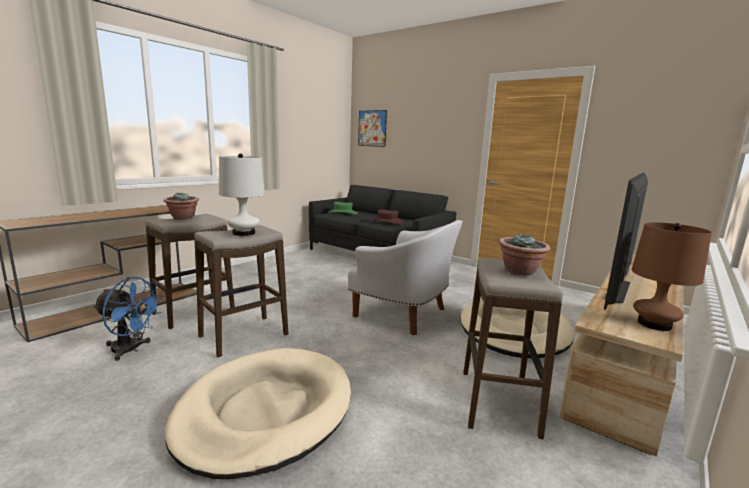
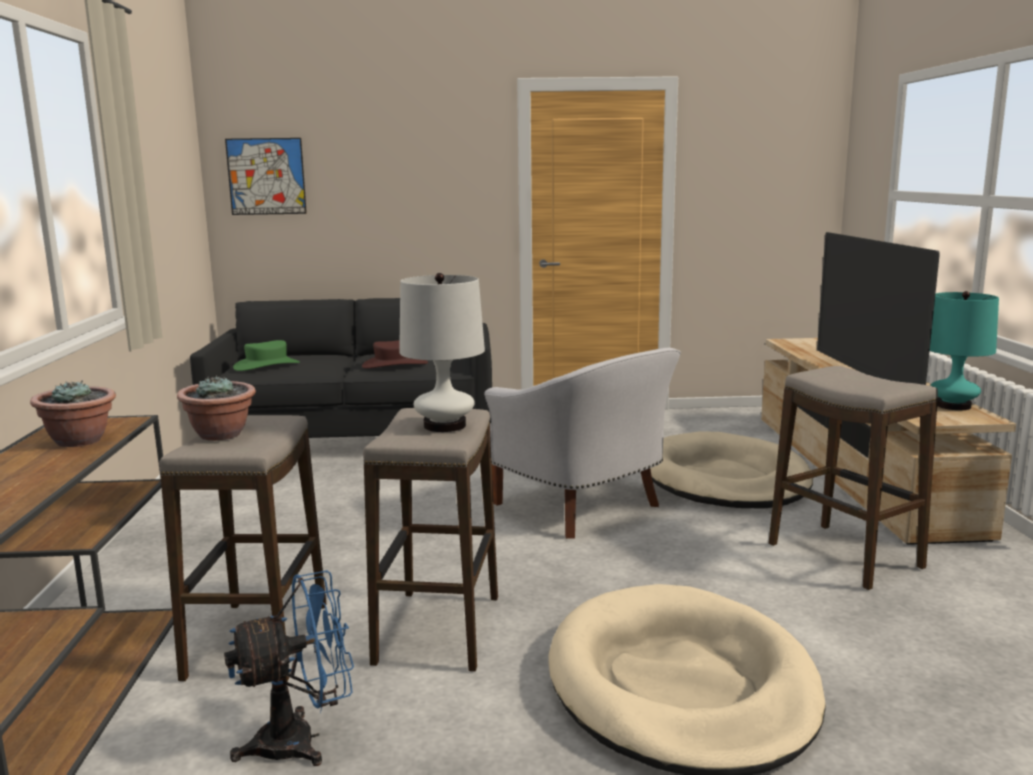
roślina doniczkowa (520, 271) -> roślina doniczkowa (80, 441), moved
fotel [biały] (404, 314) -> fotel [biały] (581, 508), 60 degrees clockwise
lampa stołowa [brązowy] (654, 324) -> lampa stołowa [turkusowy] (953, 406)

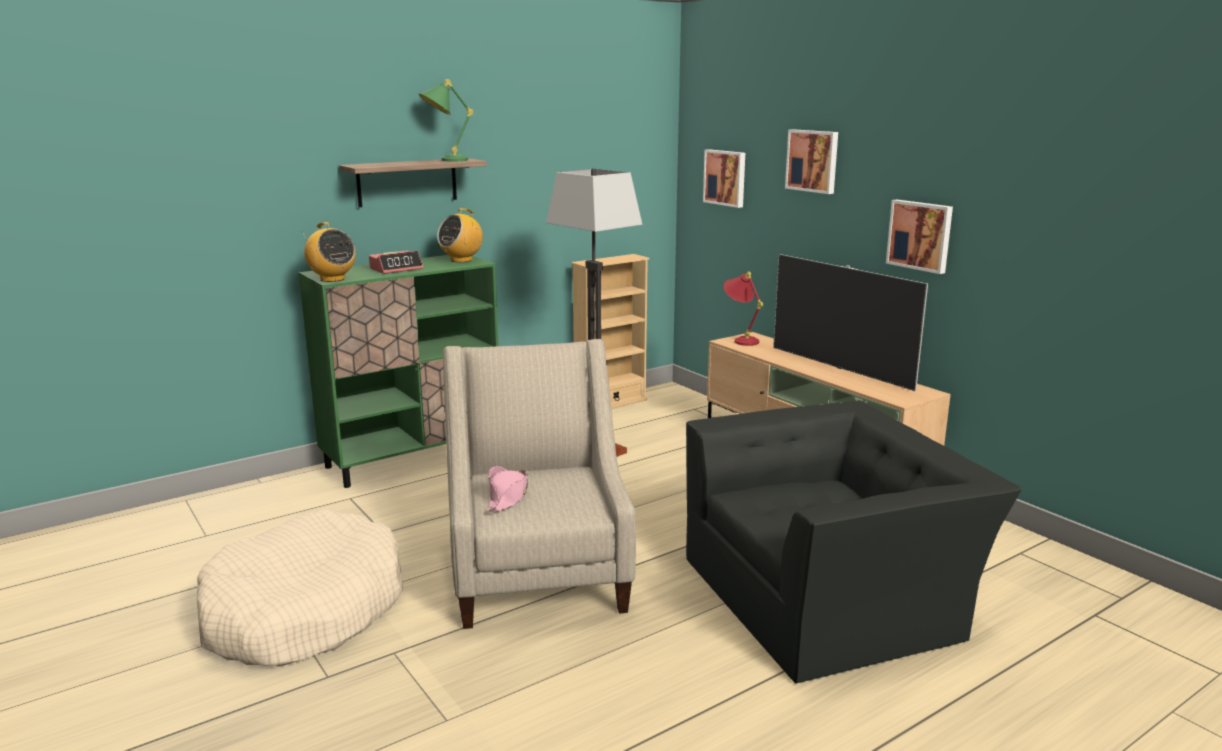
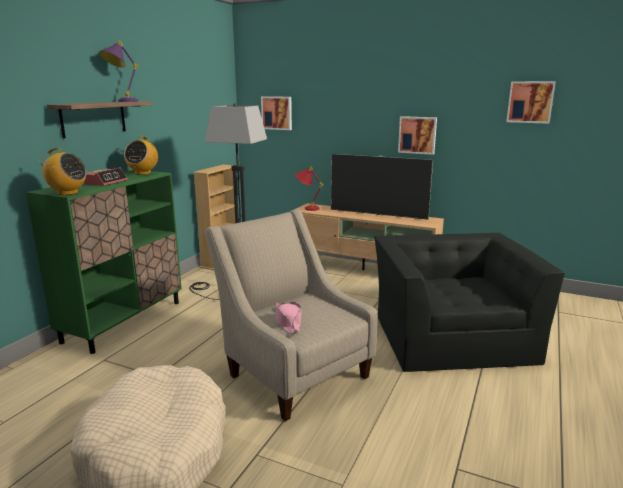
lampa stołowa [zielony] (444, 160) -> lampa stołowa [fioletowy] (121, 101)
fotel [czarny] (828, 595) -> fotel [czarny] (450, 335), 45 degrees counterclockwise
obraz (813, 161) -> obraz (530, 102), moved

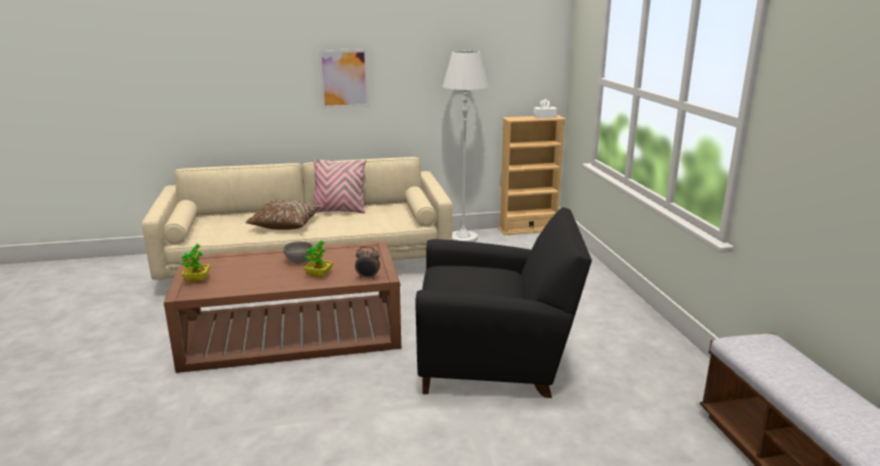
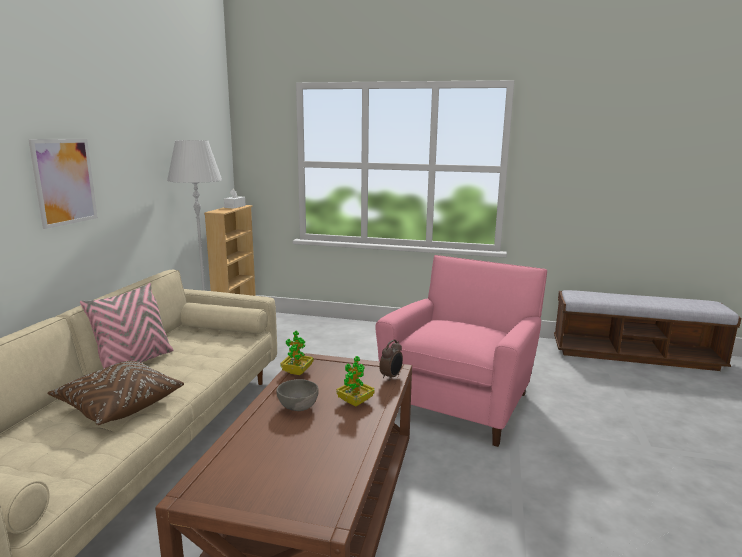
roślina doniczkowa (197, 279) -> roślina doniczkowa (297, 372), moved
fotel [czarny] (495, 361) -> fotel [różowy] (461, 399)

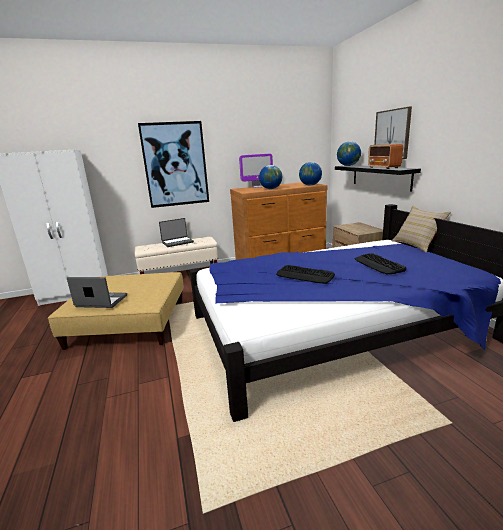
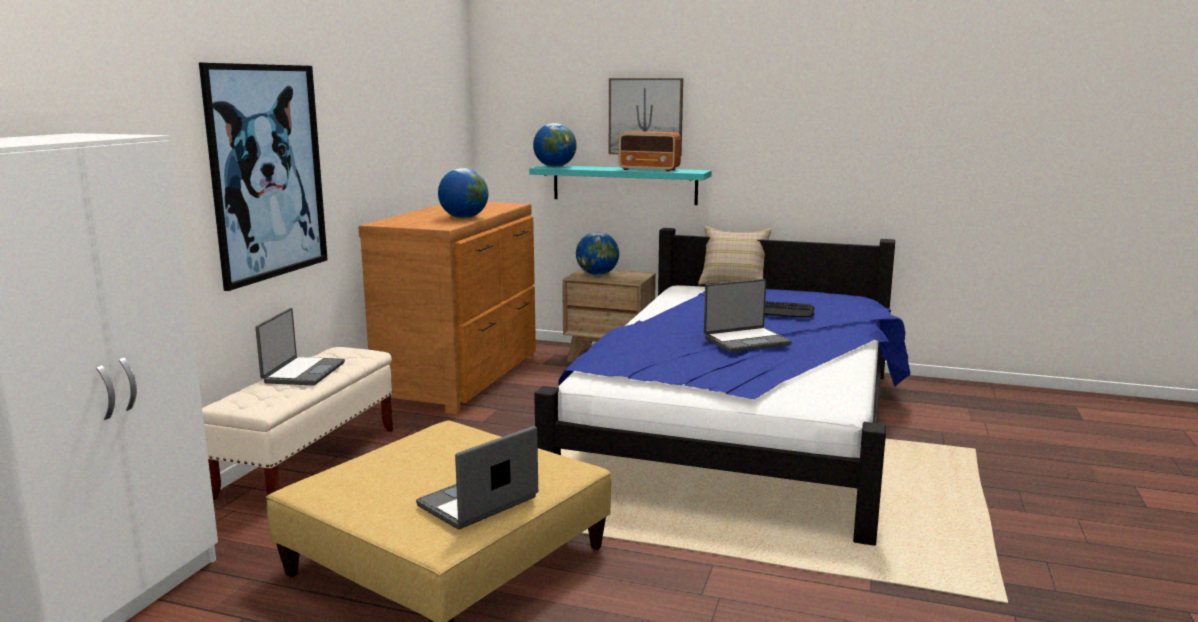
półka [czarny] (380, 176) -> półka [turkusowy] (624, 184)
globus (310, 185) -> globus (597, 274), moved
klawiatura (305, 275) -> laptop (746, 341)
monitor (257, 187) -> none

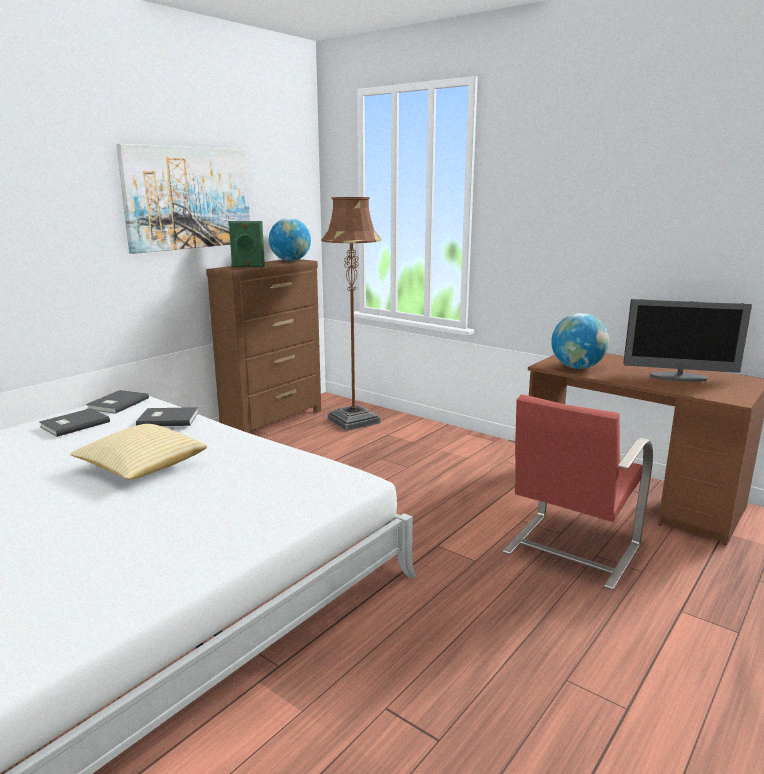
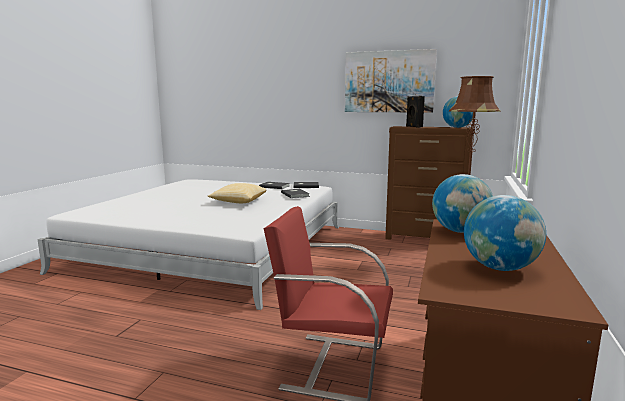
głośnik [zielony] (248, 267) -> głośnik [czarny] (413, 127)
monitor (678, 377) -> globus (500, 268)

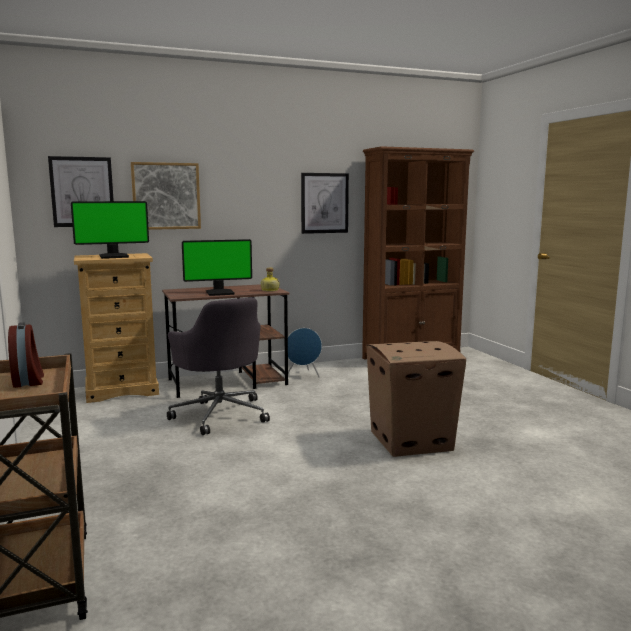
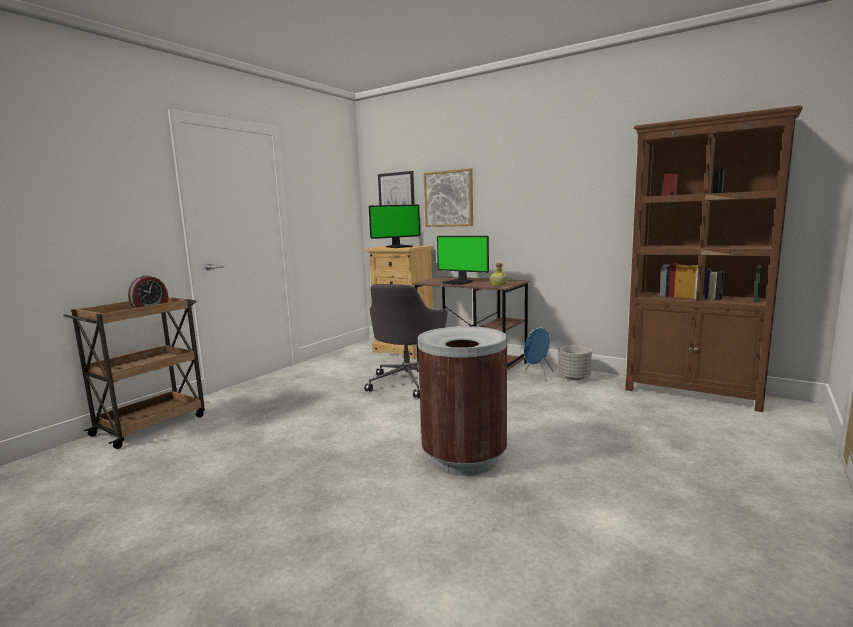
monitor (114, 256) -> monitor (399, 247), 60 degrees counterclockwise
karton (412, 441) -> kosz na śmieci [brązowy] (464, 458)
none -> donica [szary] (574, 378)
obraz (324, 203) -> none

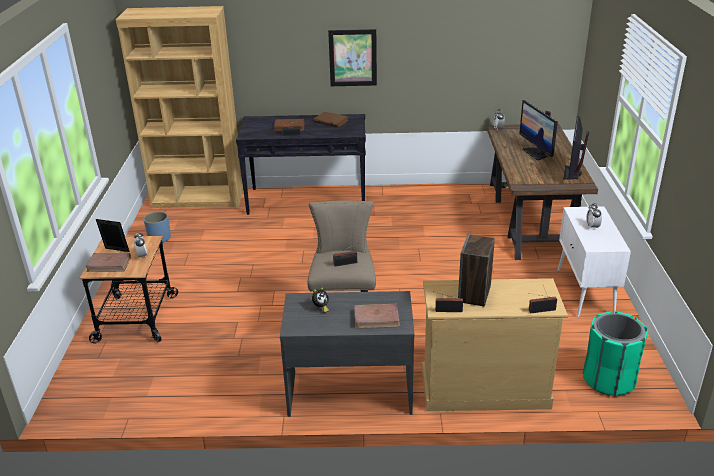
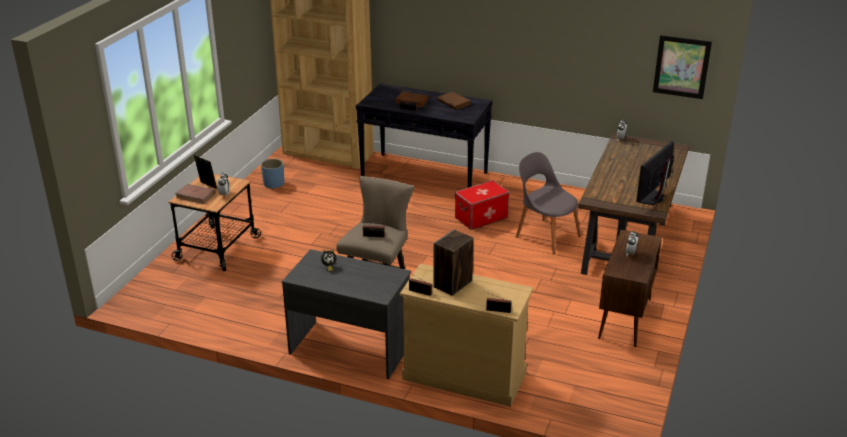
none -> pojemnik do przechowywania (481, 218)
none -> krzesło [szary] (546, 235)
szafka [biały] (585, 293) -> szafka [brązowy] (624, 319)
obraz (353, 58) -> obraz (681, 67), moved
książka [brązowy] (376, 318) -> none
monitor (536, 153) -> none
kosz na śmieci [zielony] (609, 379) -> none

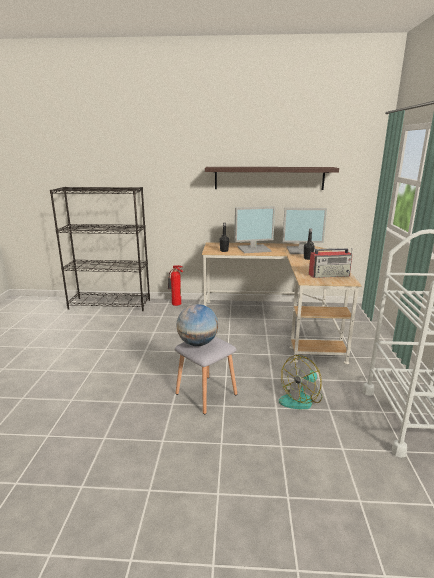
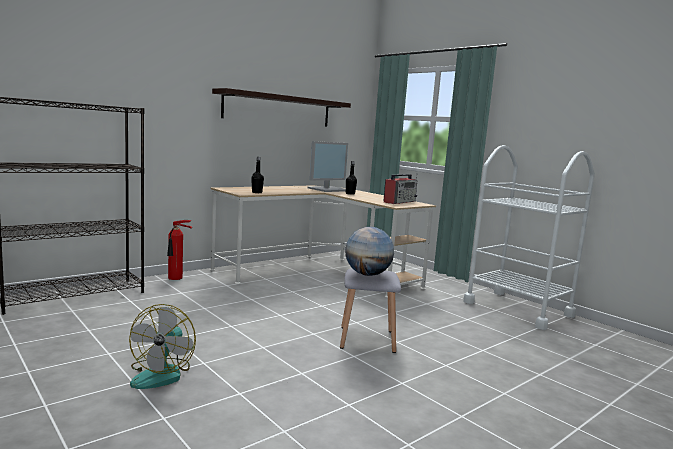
wentylator (301, 399) -> wentylator (162, 374), moved
monitor (254, 249) -> none

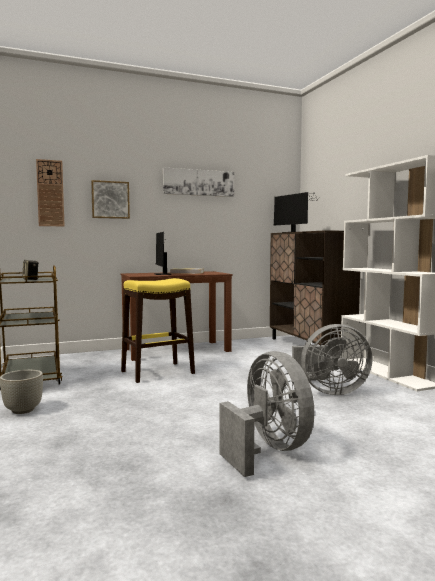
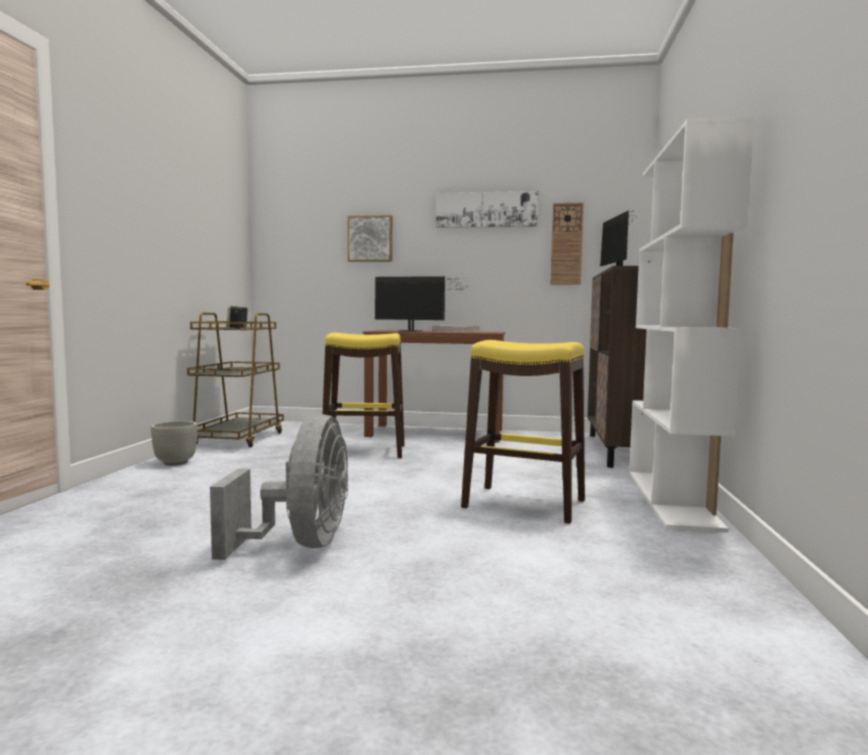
monitor (162, 274) -> monitor (413, 331), 90 degrees counterclockwise
wentylator [szary] (329, 391) -> stołek [żółty] (525, 504)
zegar ścienny (50, 193) -> zegar ścienny (566, 244), moved

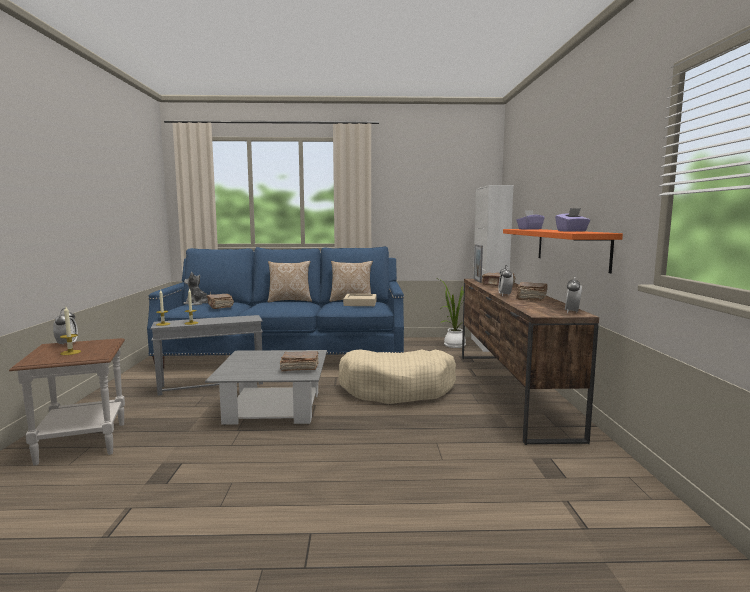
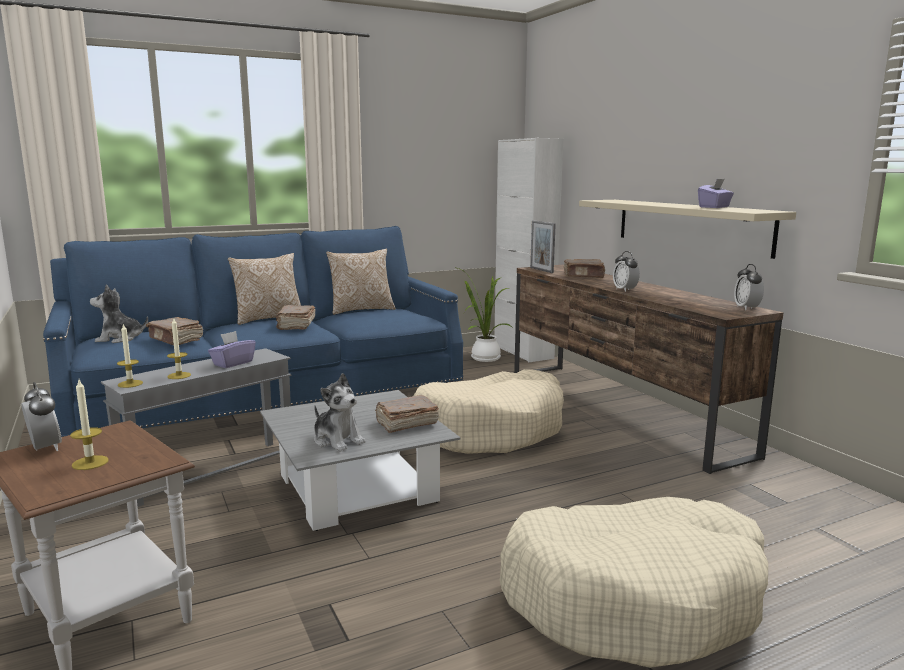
pudełko chusteczek [fioletowy] (529, 229) -> pudełko chusteczek [fioletowy] (233, 363), moved
książka [brązowy] (531, 298) -> książka [brązowy] (296, 325), moved
none -> pluszak (337, 440)
none -> legowisko [beżowy] (633, 599)
półka [pomarańczowy] (570, 247) -> półka [beżowy] (690, 225)
taca [beżowy] (360, 303) -> none

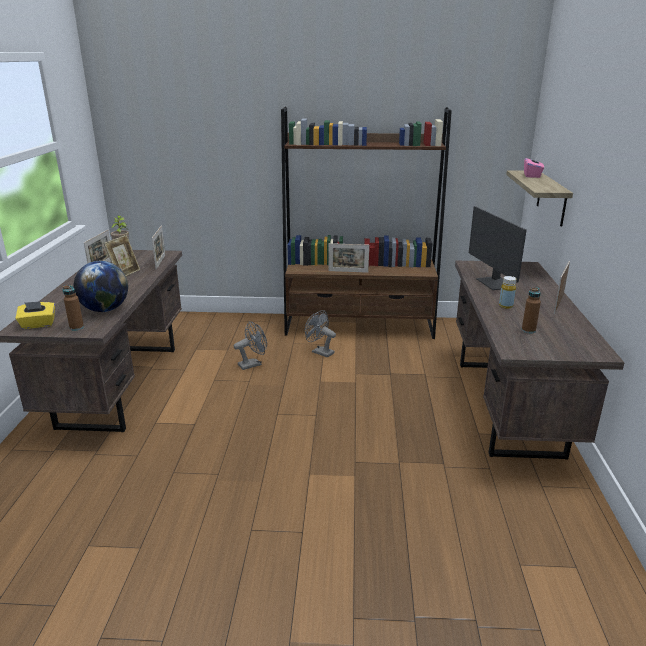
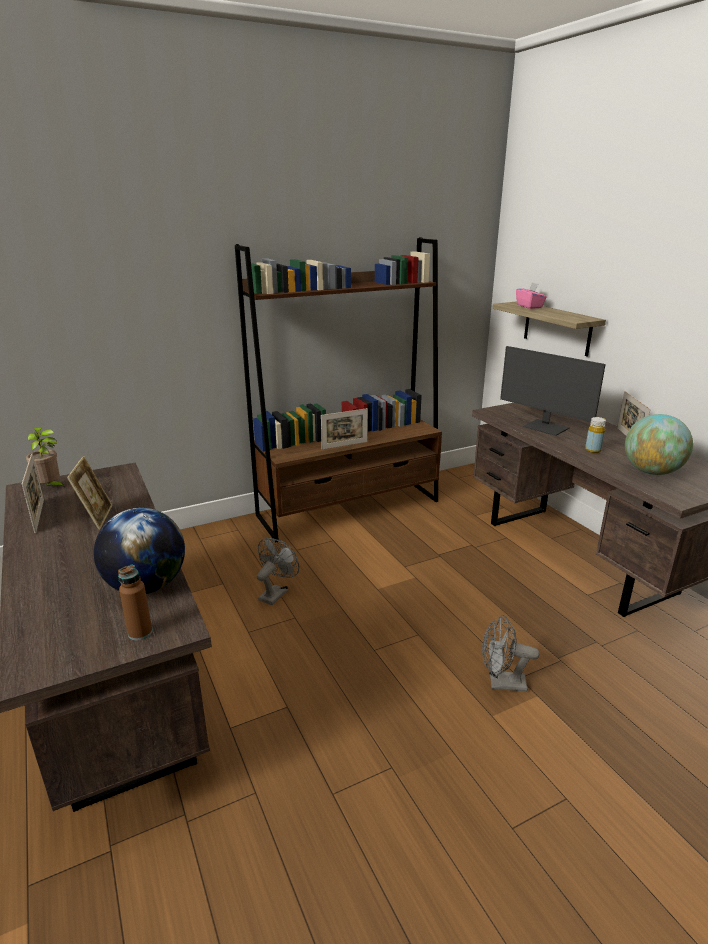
wentylator [szary] (319, 352) -> wentylator [szary] (501, 683), moved
butelka [brązowy] (528, 330) -> globus (651, 472)
pudełko chusteczek [żółty] (38, 325) -> none
ramka na zdjęcie (160, 262) -> none

